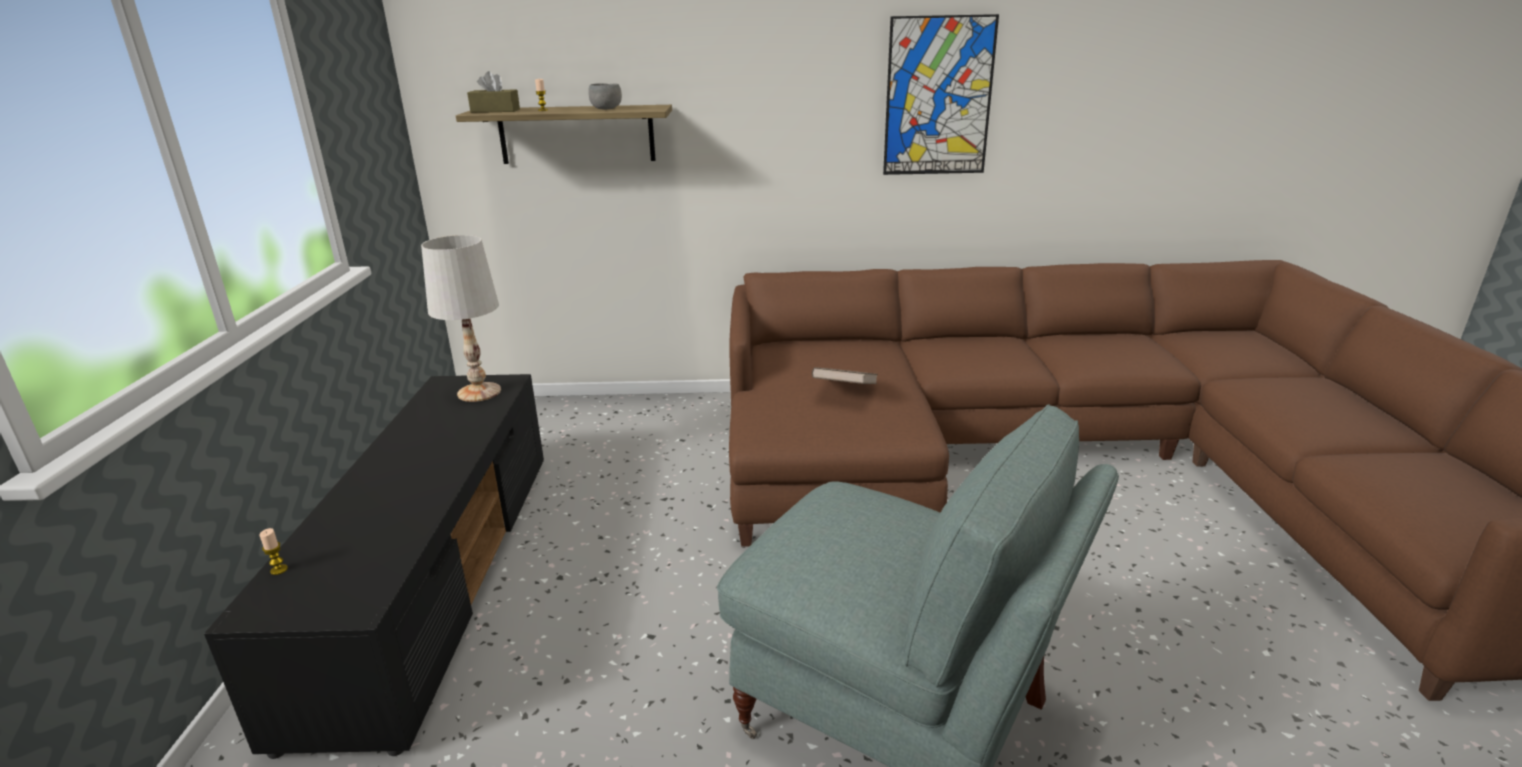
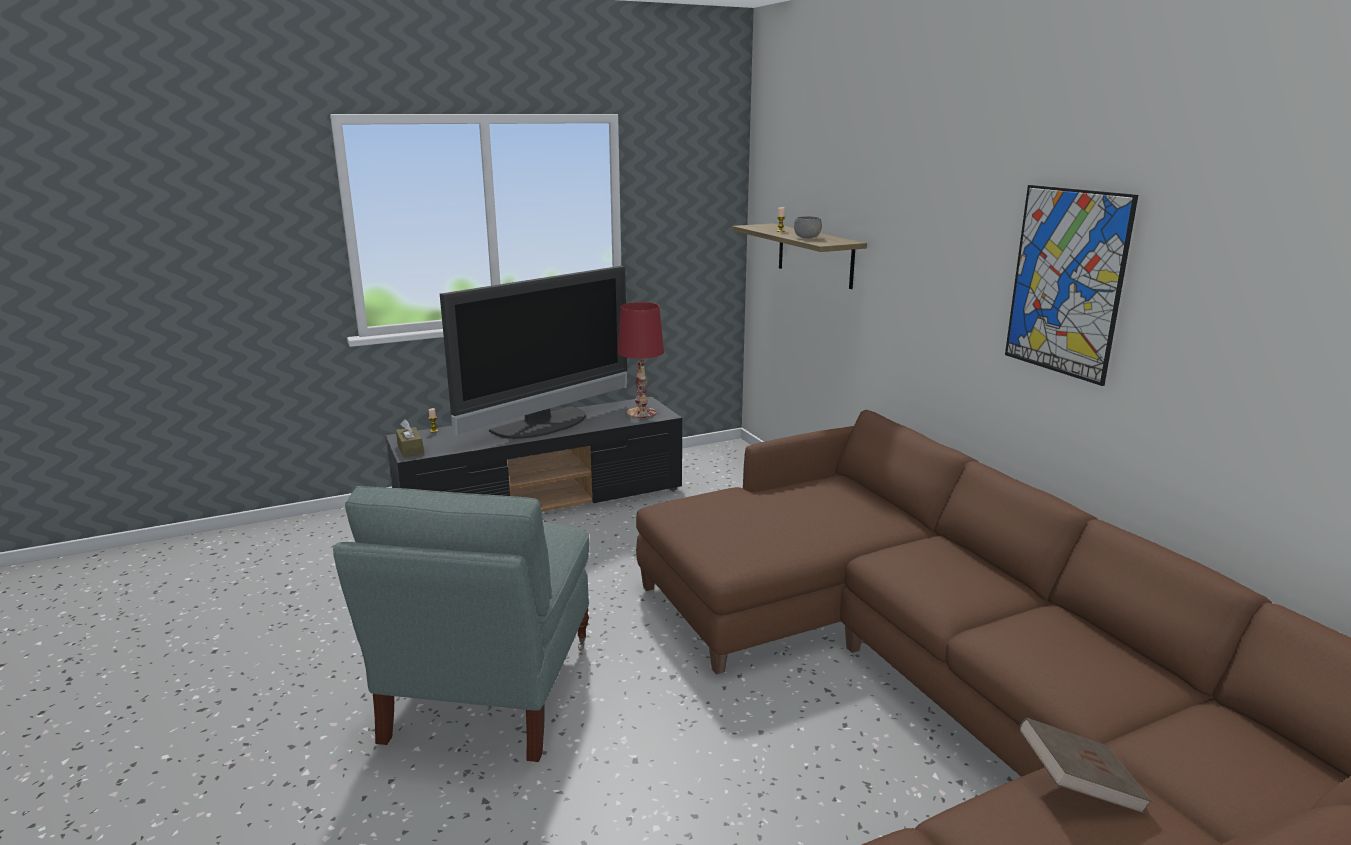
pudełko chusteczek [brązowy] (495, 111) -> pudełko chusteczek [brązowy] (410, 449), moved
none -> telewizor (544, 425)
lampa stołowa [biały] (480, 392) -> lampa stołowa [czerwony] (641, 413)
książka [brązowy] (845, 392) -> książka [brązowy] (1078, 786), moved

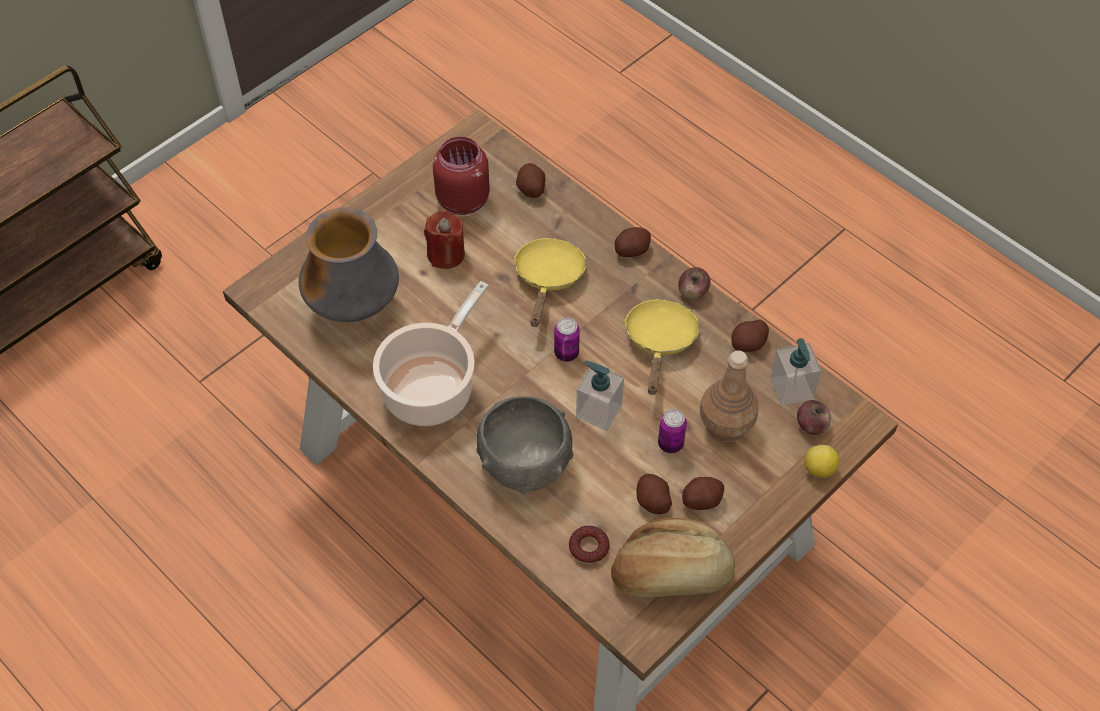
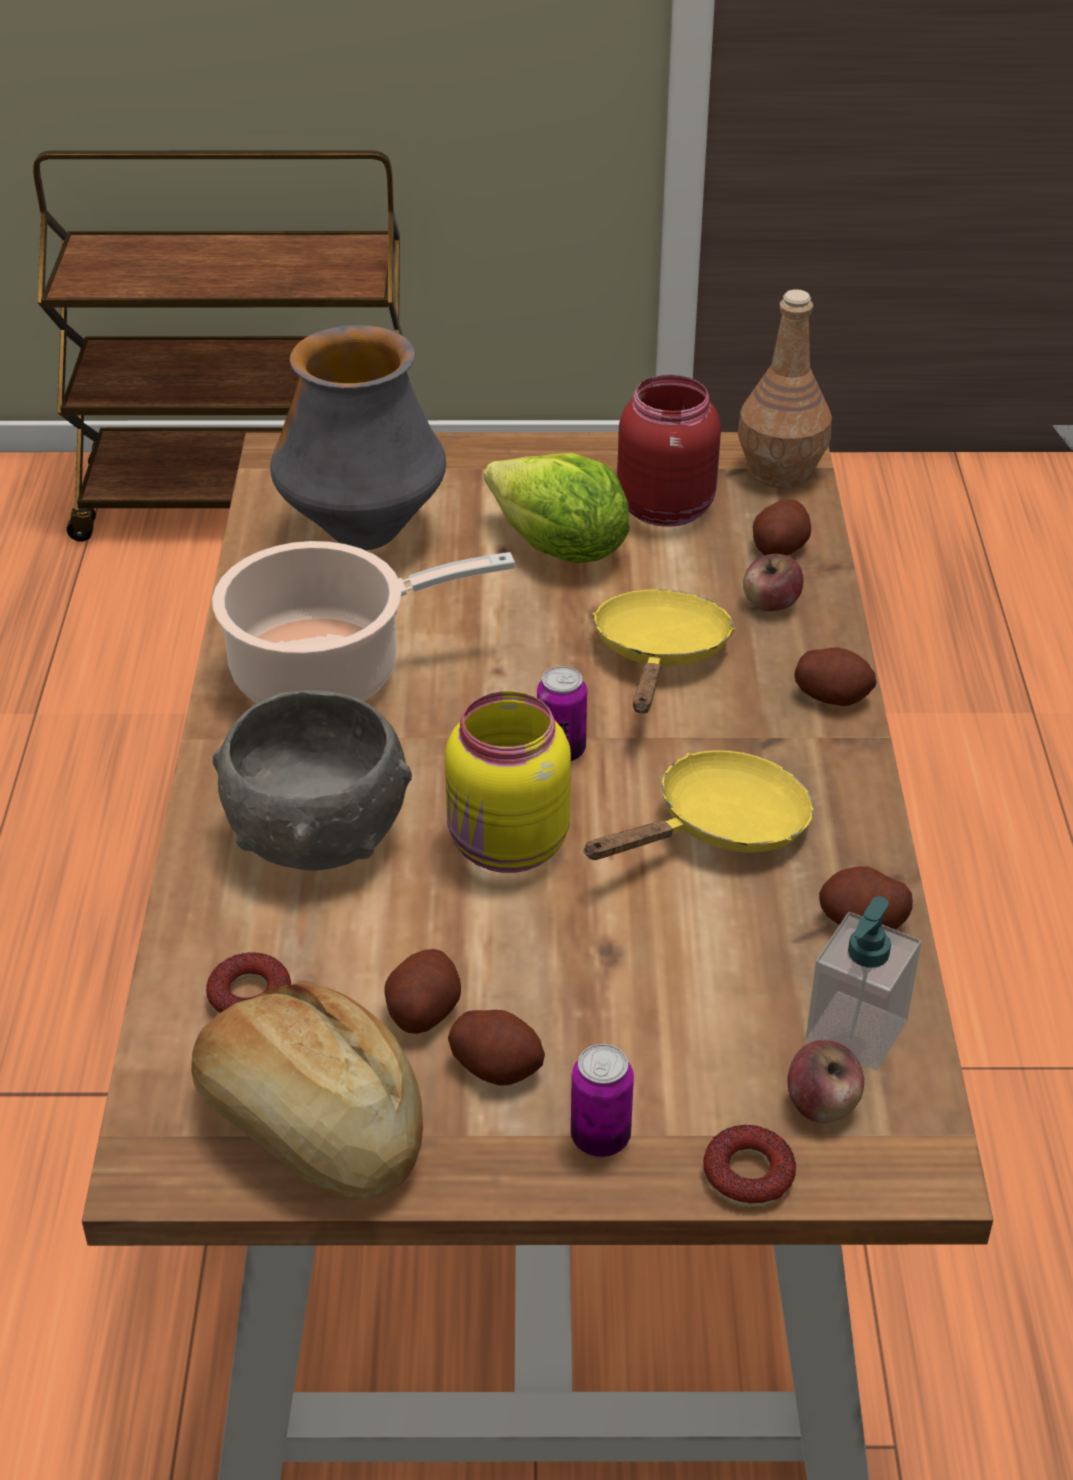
dozownik mydła (598, 411) -> słoik [żółty] (507, 847)
świeca [czerwony] (446, 254) -> sałata (559, 549)
puszka (670, 444) -> puszka (600, 1138), moved
patelnia [żółty] (549, 279) -> patelnia [żółty] (660, 655), 45 degrees counterclockwise
cytryna (818, 469) -> donut (748, 1174)
butelka [brązowy] (726, 425) -> butelka [brązowy] (781, 471), moved
jabłko (693, 292) -> jabłko (771, 604), moved

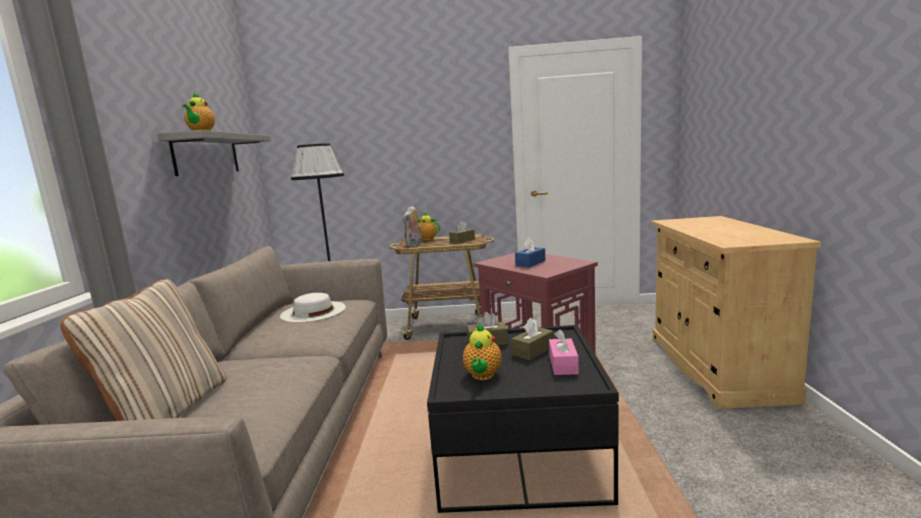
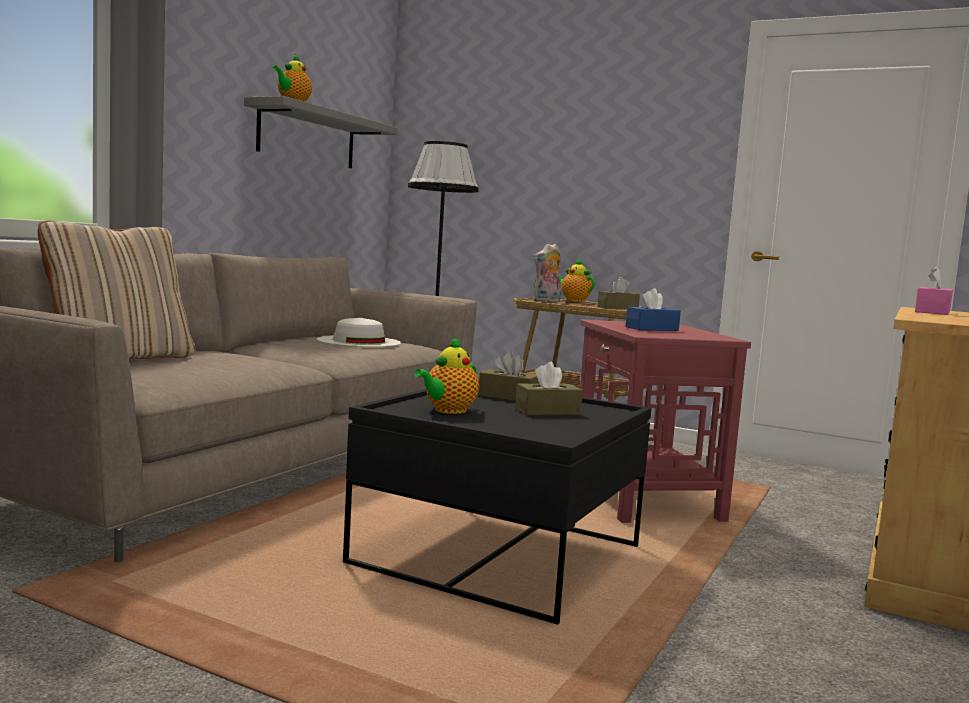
pudełko chusteczek [różowy] (563, 365) -> pudełko chusteczek [różowy] (932, 312), moved

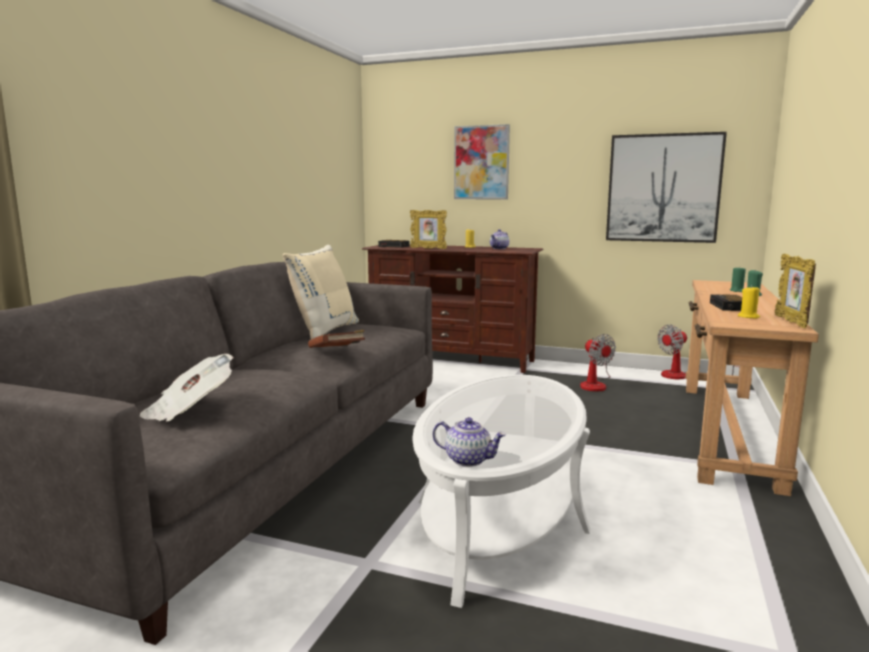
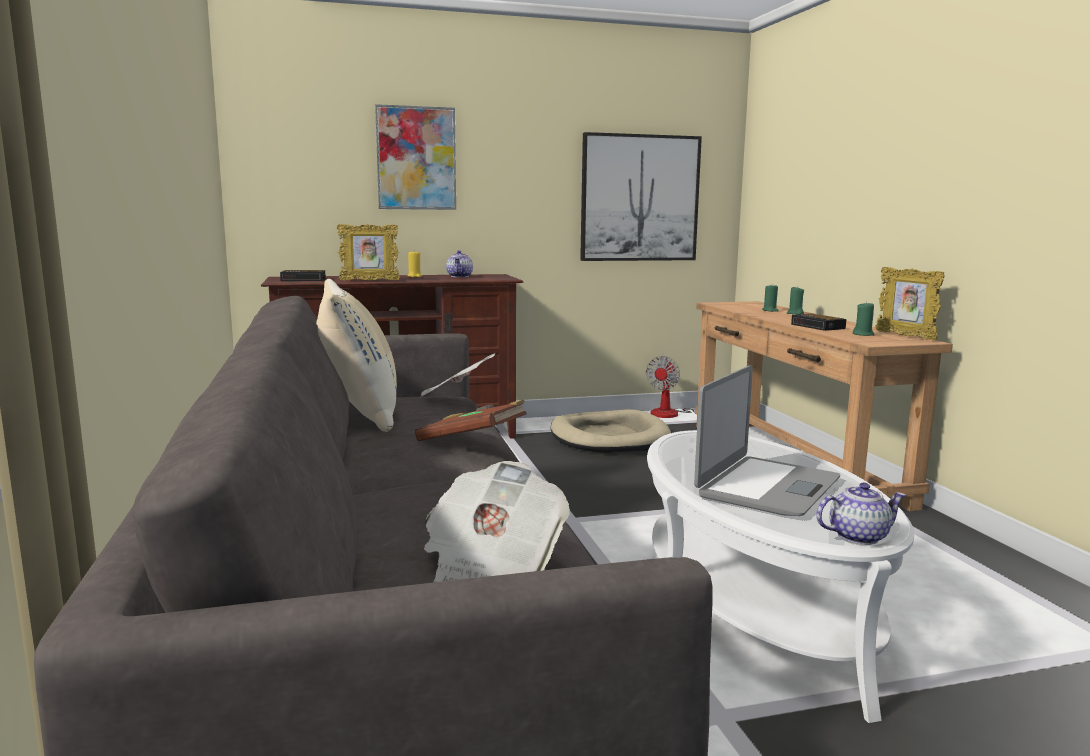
none -> gazeta (454, 397)
wentylator (595, 384) -> legowisko [beżowy] (609, 437)
none -> laptop (767, 487)
świeca [żółty] (748, 317) -> świeca [zielony] (863, 334)

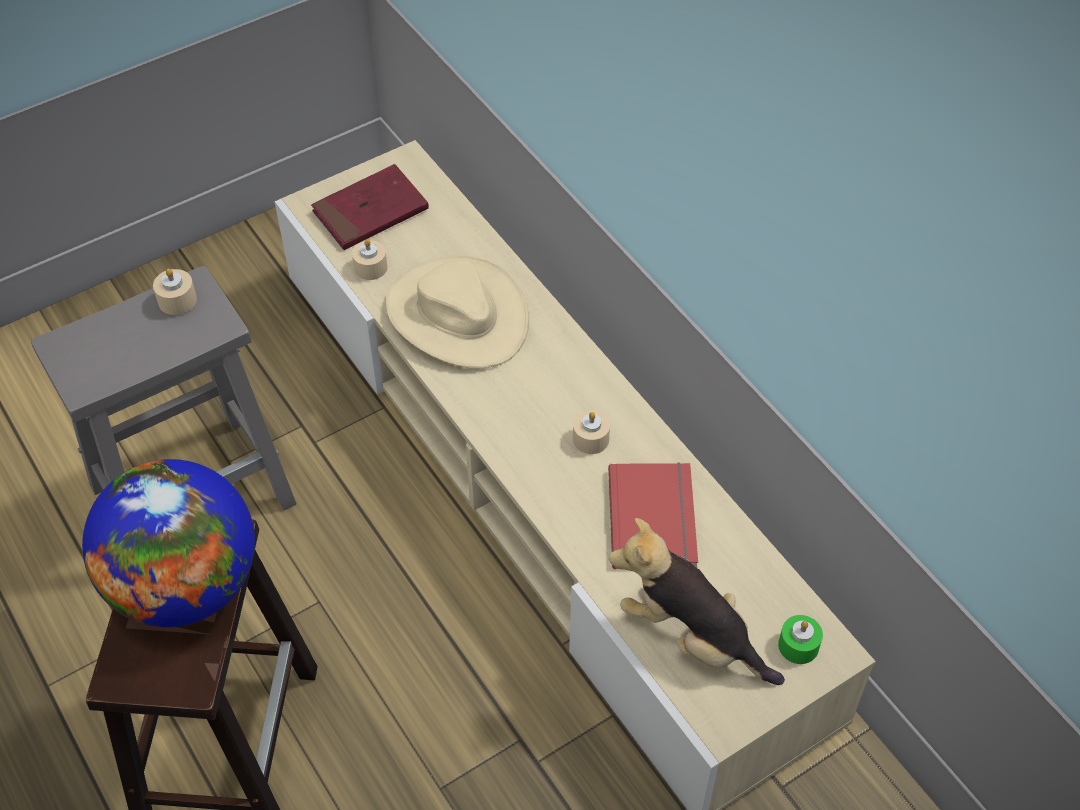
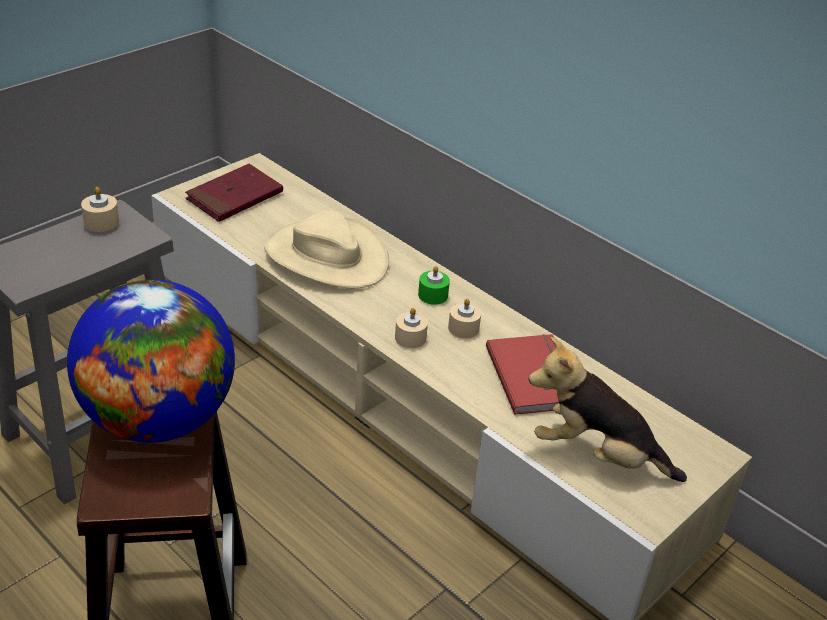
świeca [beżowy] (370, 267) -> świeca [beżowy] (410, 338), moved
świeca [zielony] (798, 645) -> świeca [zielony] (433, 295), moved

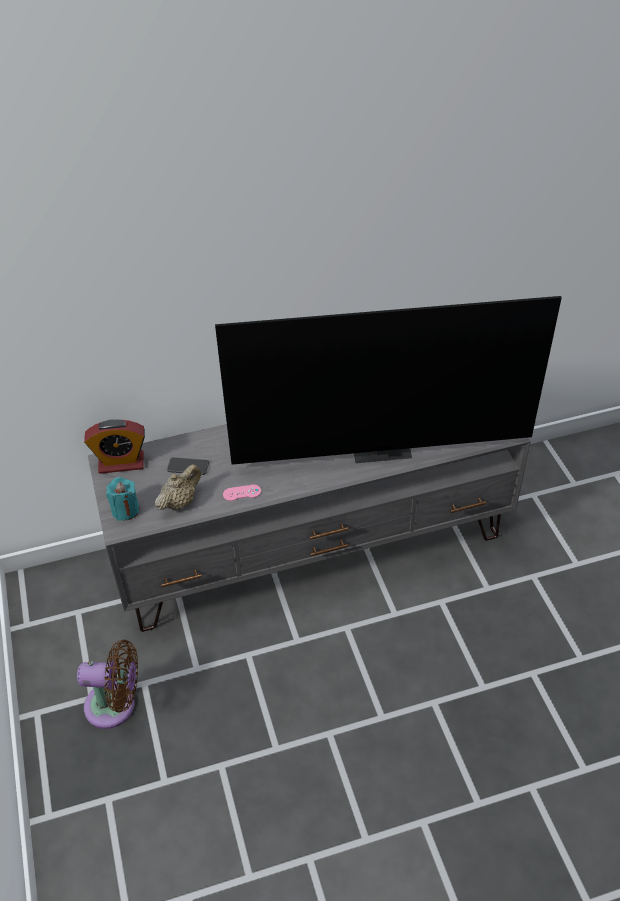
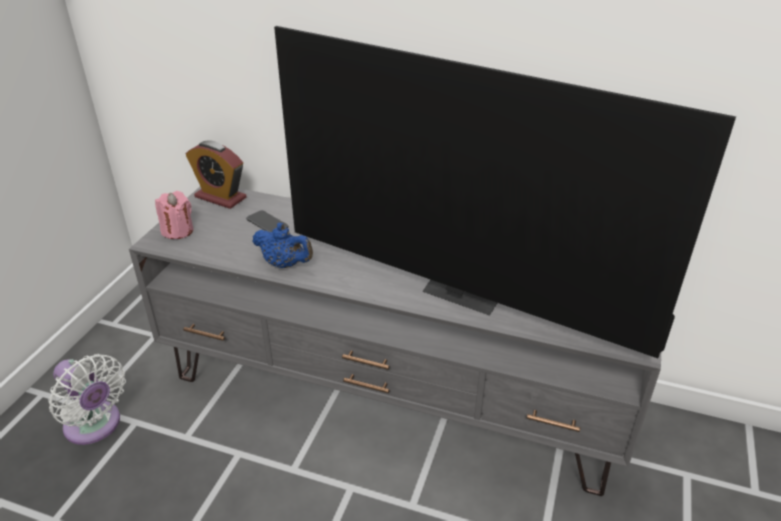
wentylator [brązowy] (115, 706) -> wentylator [biały] (95, 426)
świeca [turkusowy] (125, 510) -> świeca [różowy] (178, 231)
pad do gier [różowy] (242, 493) -> imbryk [niebieski] (285, 264)
imbryk [beżowy] (180, 502) -> none

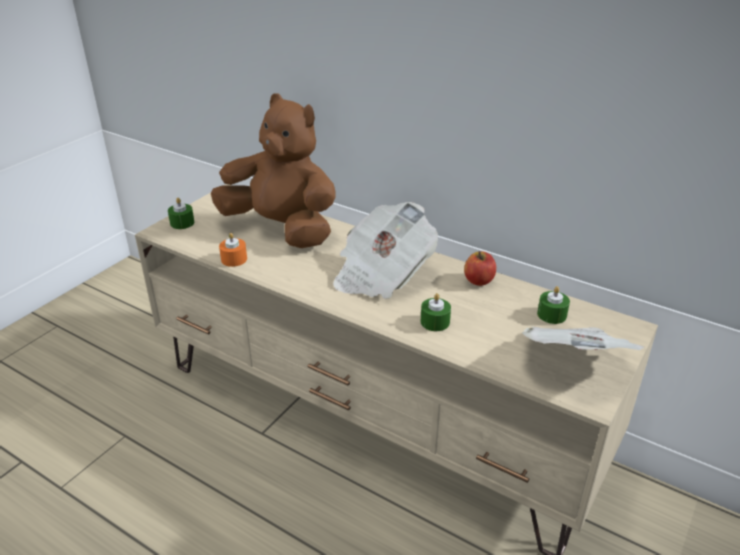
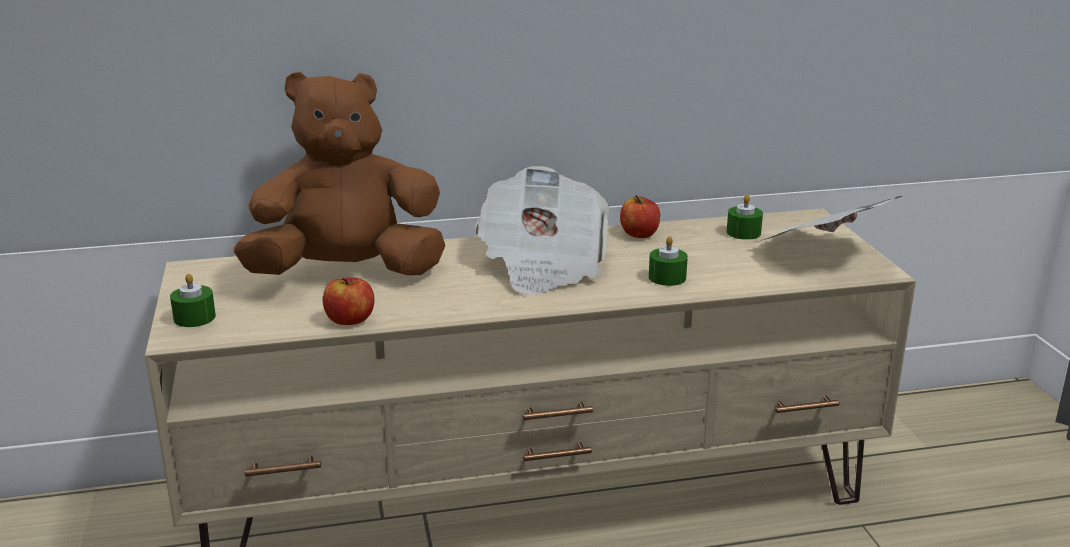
świeca [pomarańczowy] (234, 259) -> jabłko (350, 320)

